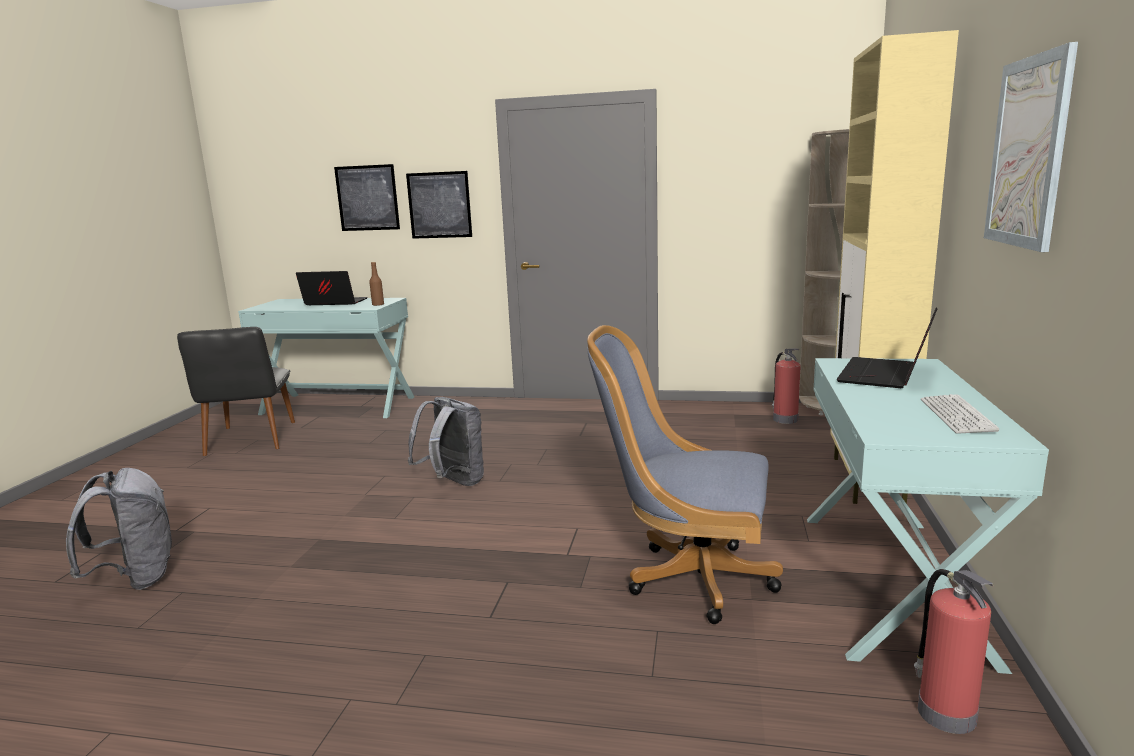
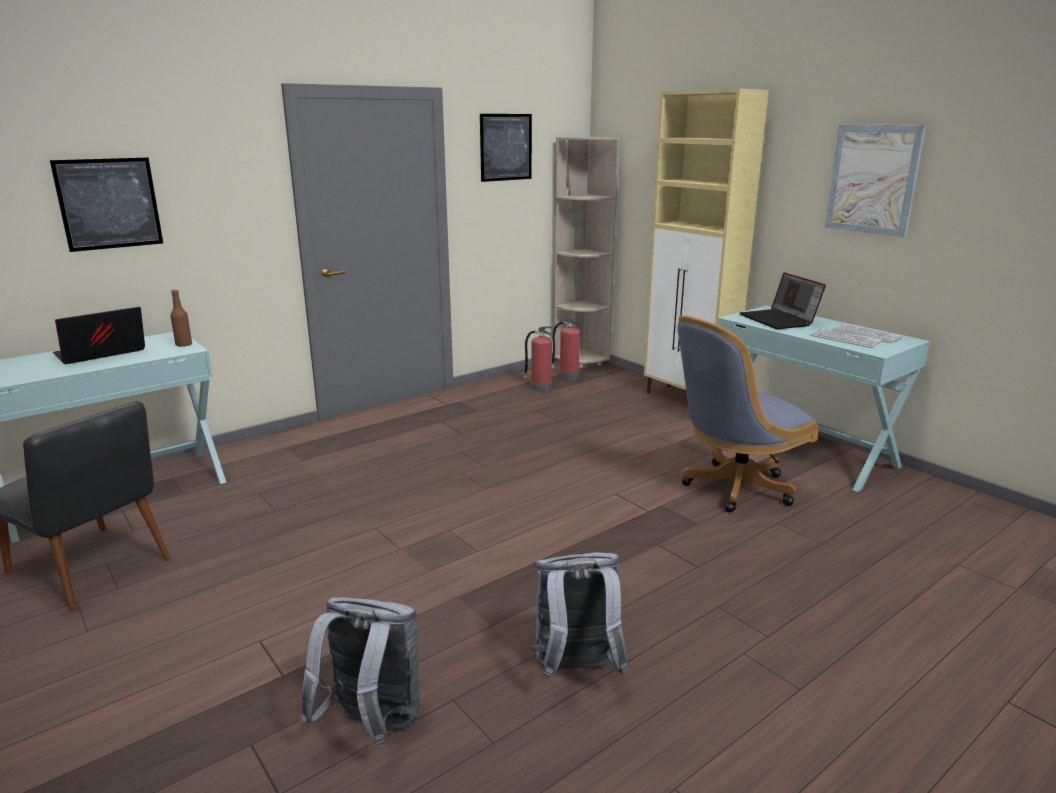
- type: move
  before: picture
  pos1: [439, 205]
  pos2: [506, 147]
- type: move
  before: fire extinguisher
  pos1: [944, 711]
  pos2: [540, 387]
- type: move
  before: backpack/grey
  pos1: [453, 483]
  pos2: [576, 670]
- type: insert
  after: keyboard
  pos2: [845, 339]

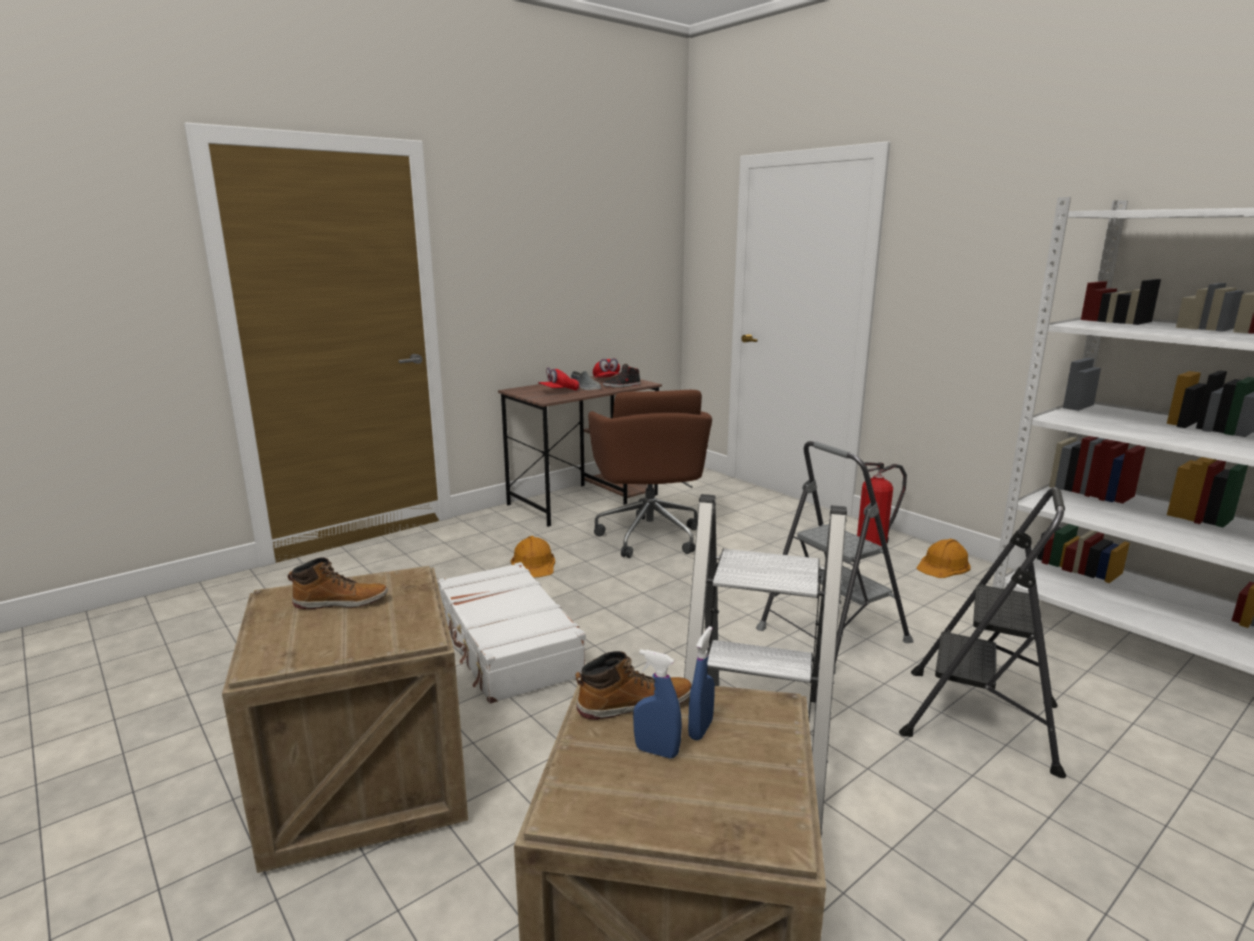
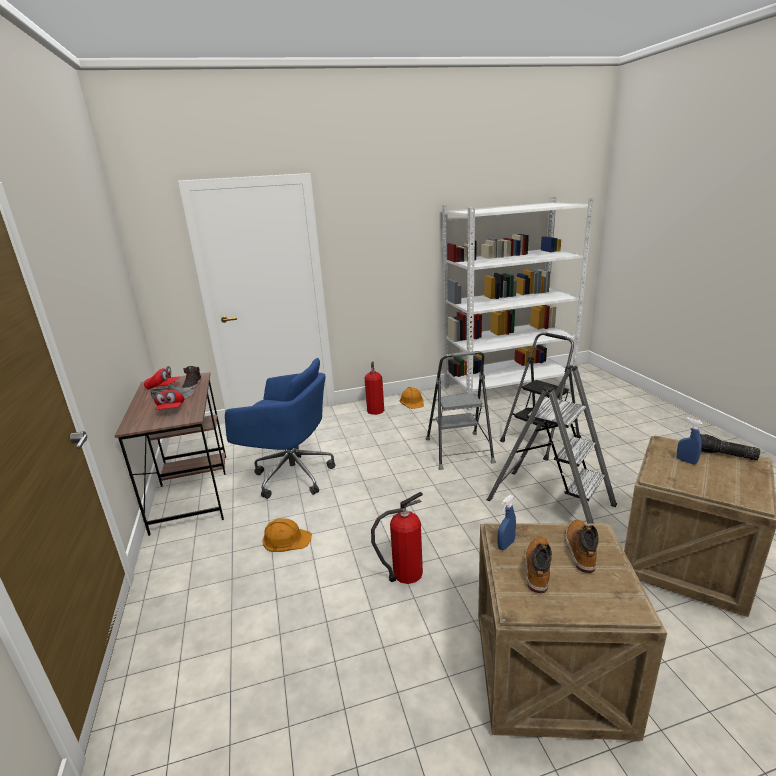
- type: recolor
  before: office chair/brown
  after: office chair/blue
  pos1: [648, 535]
  pos2: [290, 476]
- type: replace
  before: suitcase/white
  after: fire extinguisher
  pos1: [507, 646]
  pos2: [405, 574]
- type: move
  before: spray bottle/blue
  pos1: [656, 751]
  pos2: [506, 545]
- type: move
  before: boot
  pos1: [634, 704]
  pos2: [580, 549]
- type: insert
  after: flashlight
  pos2: [724, 455]

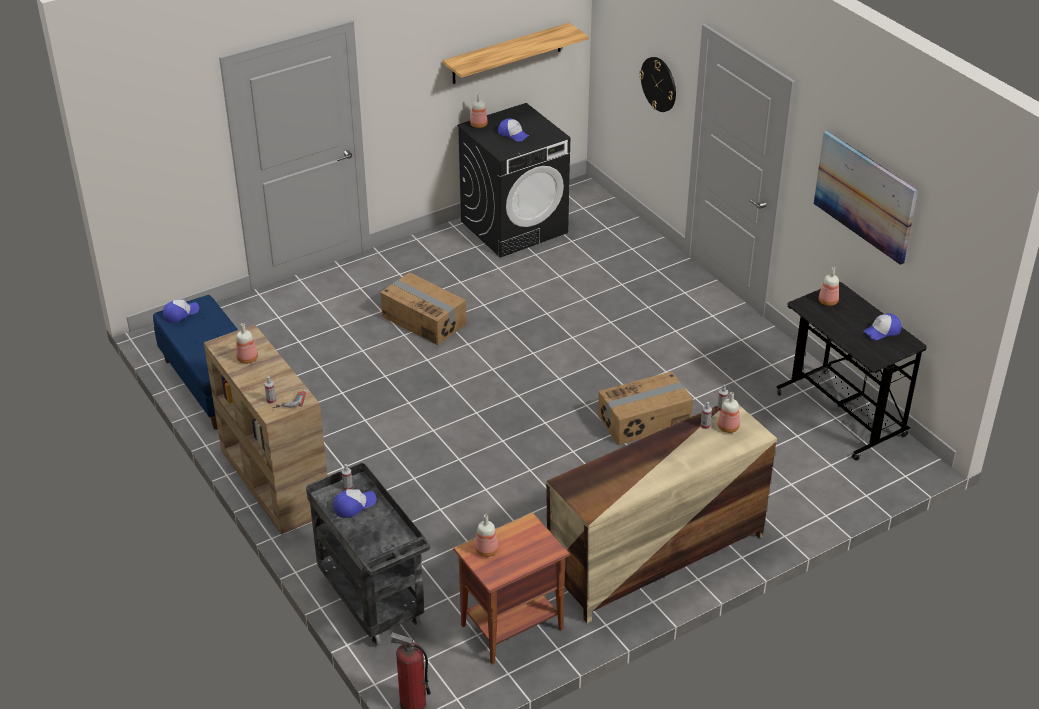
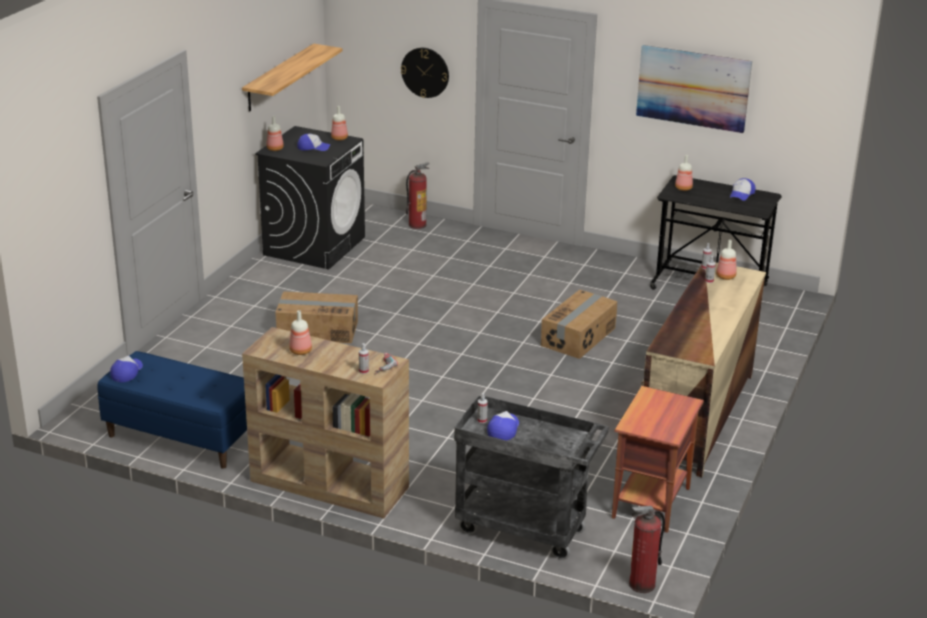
- type: move
  before: bottle
  pos1: [487, 550]
  pos2: [340, 138]
- type: insert
  after: fire extinguisher
  pos2: [417, 225]

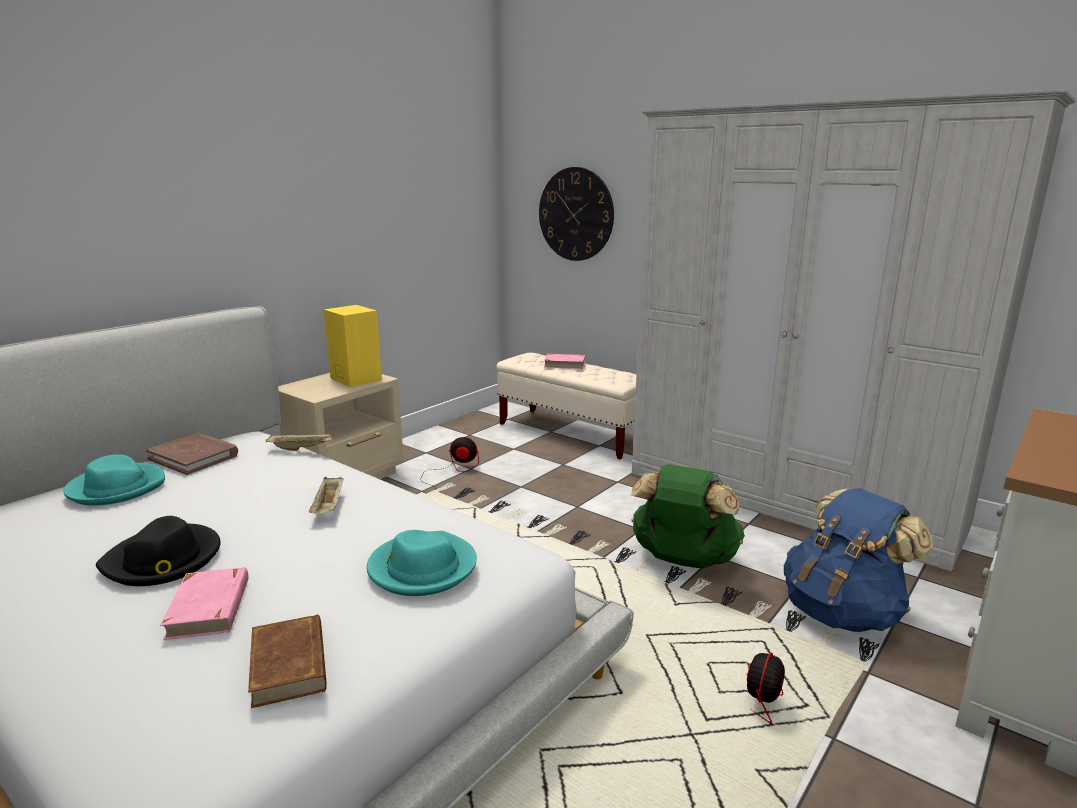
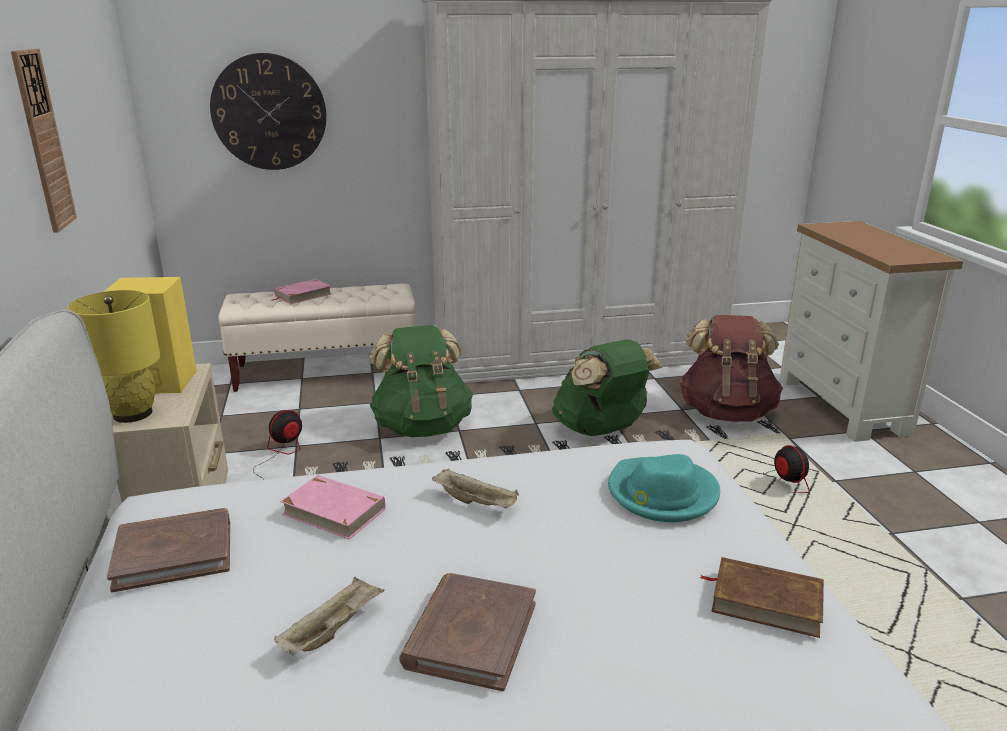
- type: insert
  after: wall clock
  pos2: [43, 141]
- type: insert
  after: table lamp/yellow
  pos2: [132, 414]
- type: move
  before: tray/beige
  pos1: [302, 448]
  pos2: [332, 629]
- type: move
  before: book/pink
  pos1: [210, 608]
  pos2: [334, 511]
- type: insert
  after: backpack/green
  pos2: [422, 426]
- type: replace
  before: hat/black
  after: book/brown
  pos1: [163, 560]
  pos2: [470, 634]
- type: recolor
  before: backpack/blue
  after: backpack/brown
  pos1: [842, 612]
  pos2: [726, 412]
- type: delete
  before: hat/turquoise
  pos1: [117, 487]

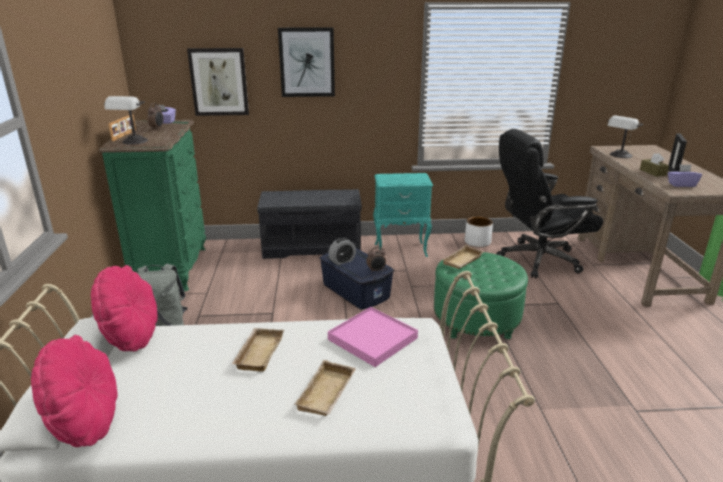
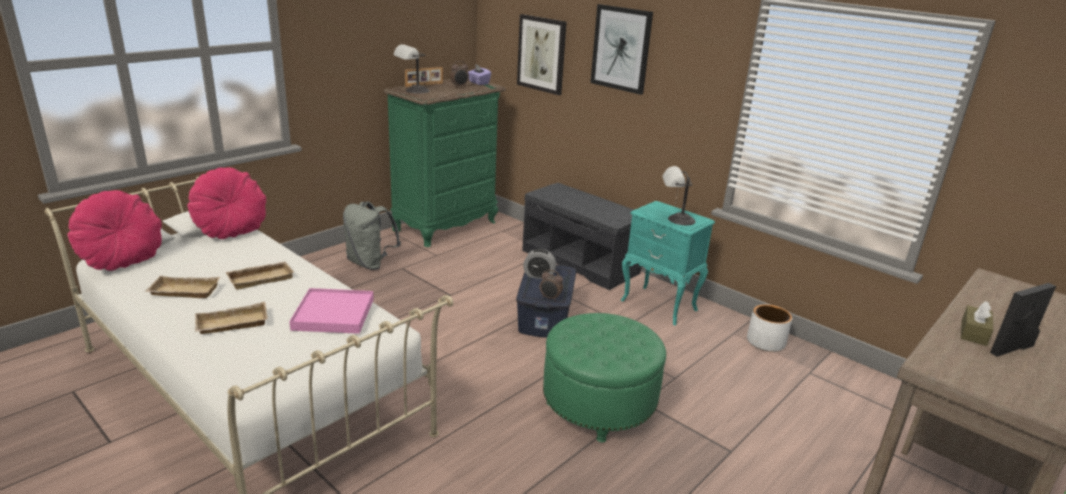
- type: move
  before: tray/beige
  pos1: [463, 261]
  pos2: [182, 292]
- type: move
  before: table lamp
  pos1: [619, 156]
  pos2: [675, 219]
- type: delete
  before: office chair/black
  pos1: [538, 260]
- type: delete
  before: tissue box/purple
  pos1: [681, 184]

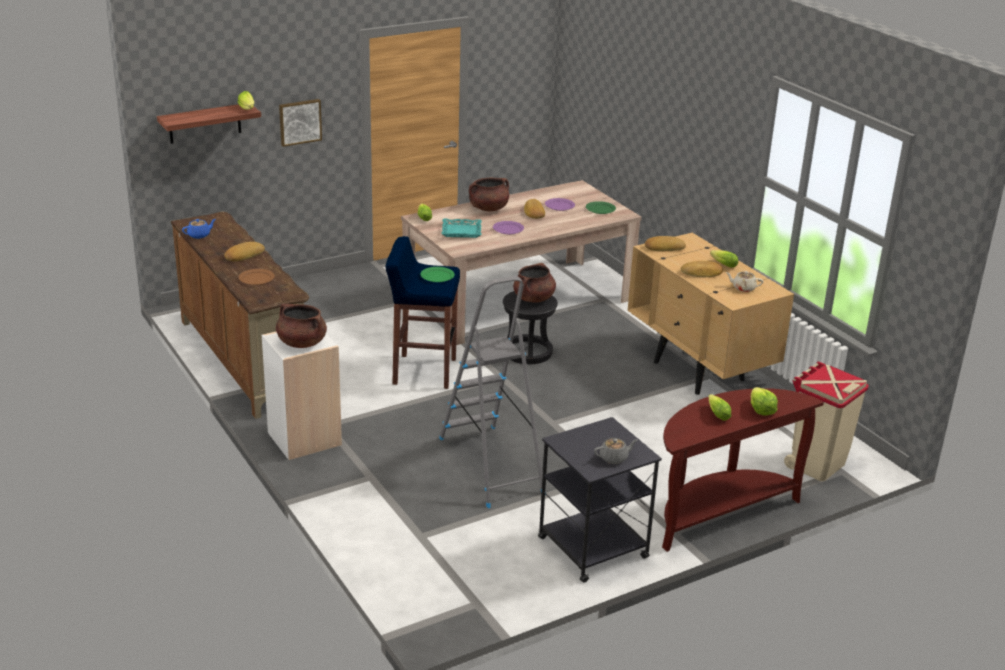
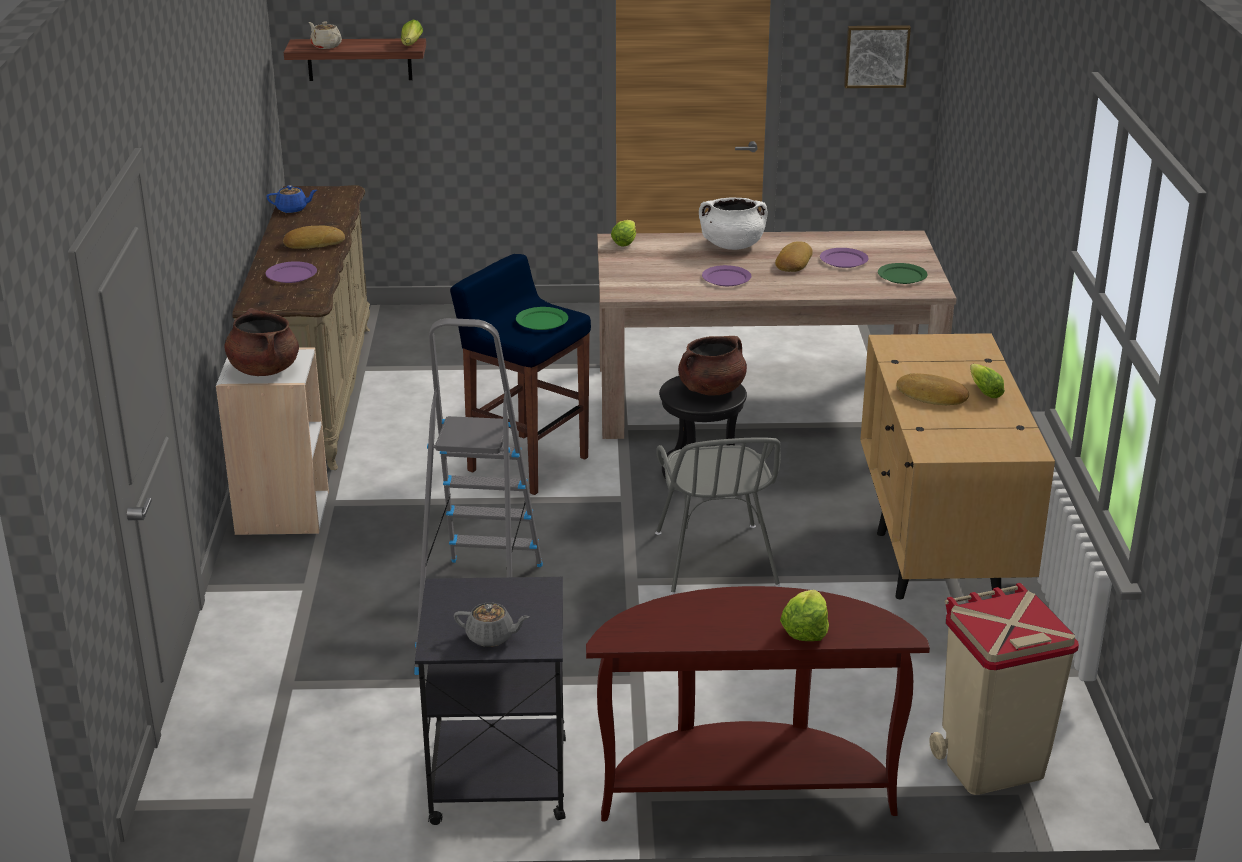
- type: recolor
  before: plate/brown
  after: plate/purple
  pos1: [257, 278]
  pos2: [291, 275]
- type: move
  before: teapot/beige
  pos1: [743, 288]
  pos2: [326, 46]
- type: insert
  after: chair/grey
  pos2: [716, 563]
- type: recolor
  before: cooking pot/brown
  after: cooking pot/white
  pos1: [488, 208]
  pos2: [732, 245]
- type: move
  before: picture
  pos1: [299, 121]
  pos2: [876, 55]
- type: delete
  before: tray/turquoise
  pos1: [461, 231]
- type: delete
  before: bread
  pos1: [664, 247]
- type: delete
  before: lettuce
  pos1: [717, 413]

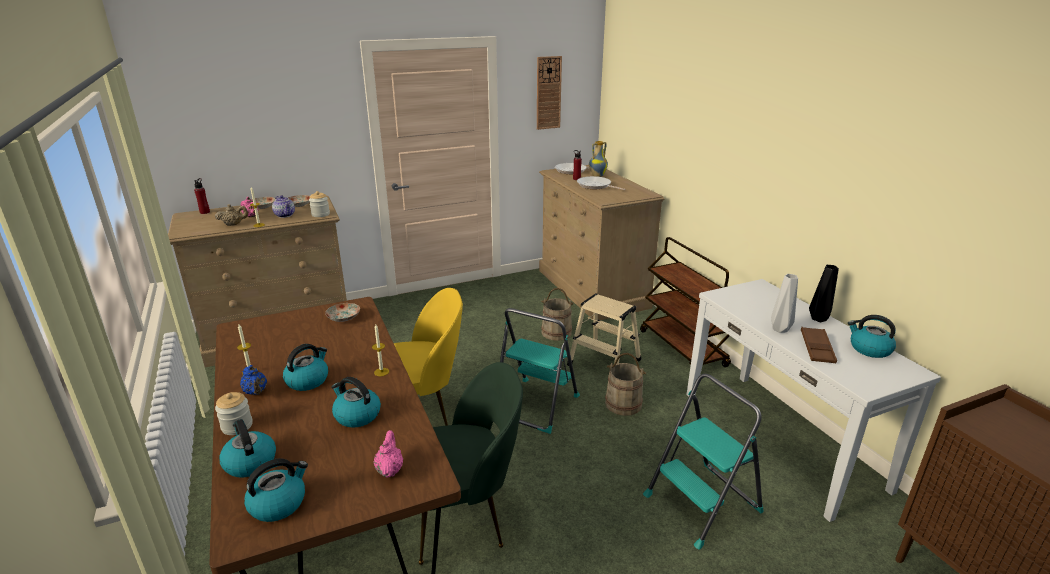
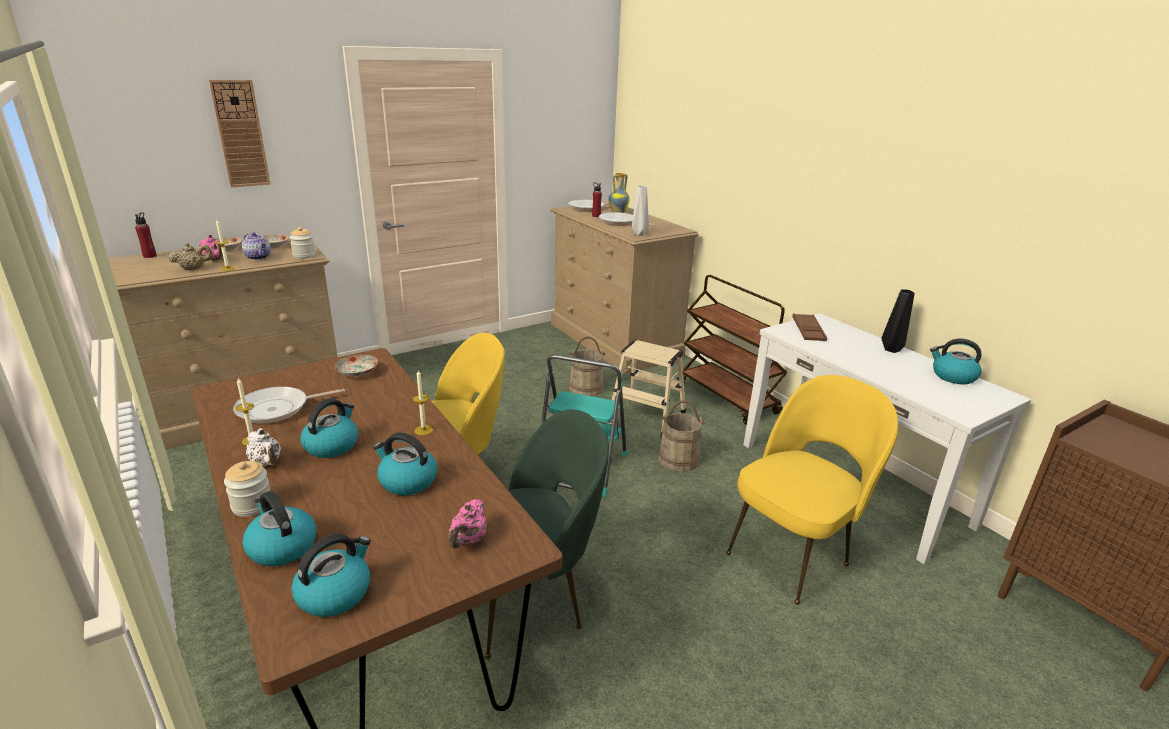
- type: move
  before: wall clock
  pos1: [548, 93]
  pos2: [240, 134]
- type: insert
  after: frying pan
  pos2: [277, 409]
- type: recolor
  before: teapot/blue
  after: teapot/white
  pos1: [256, 392]
  pos2: [267, 463]
- type: rotate
  before: teapot/pink
  pos1: [389, 470]
  pos2: [468, 540]
  turn: -150
- type: move
  before: vase/grey
  pos1: [779, 329]
  pos2: [638, 234]
- type: replace
  before: step ladder/turquoise
  after: chair/yellow
  pos1: [706, 502]
  pos2: [793, 555]
- type: move
  before: tray/brown
  pos1: [817, 348]
  pos2: [808, 331]

